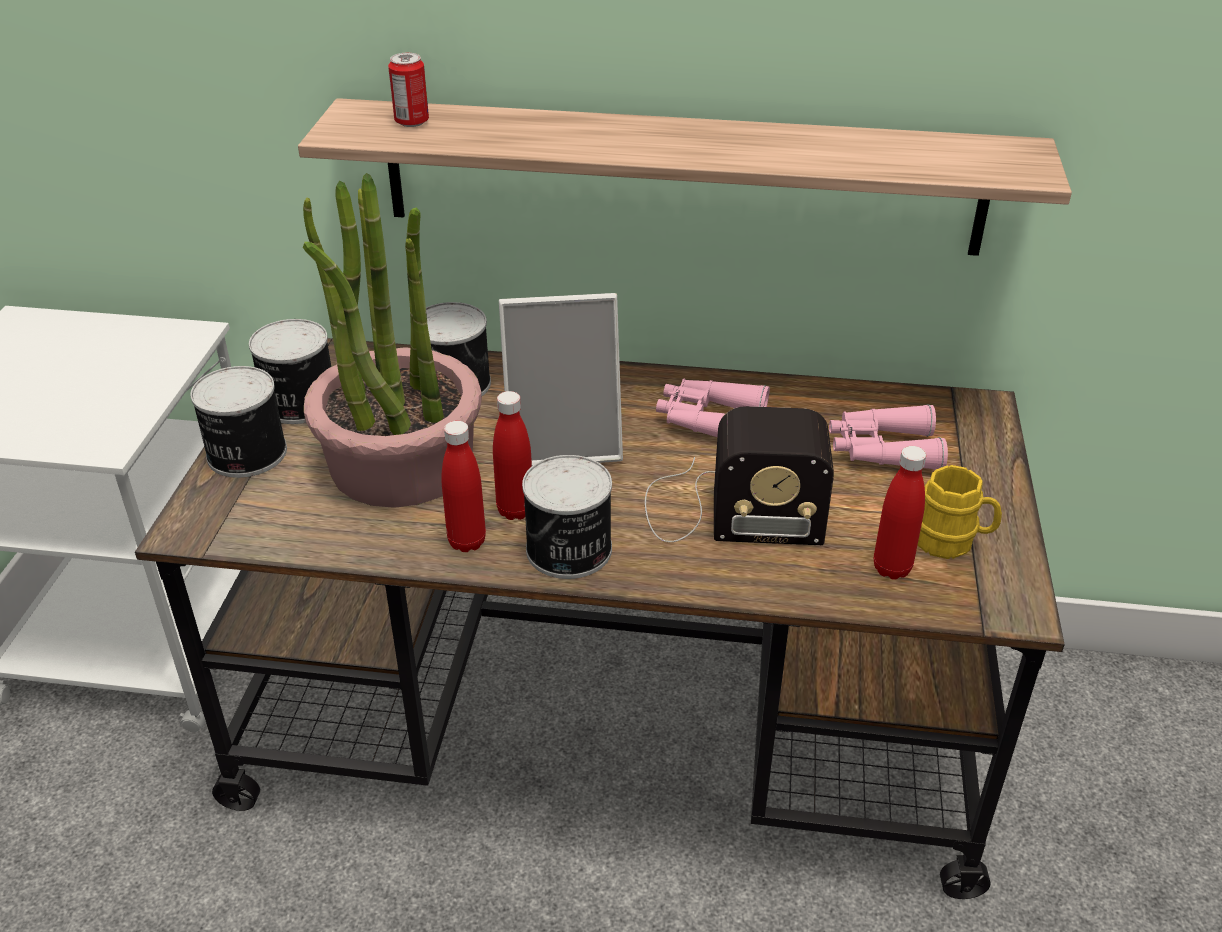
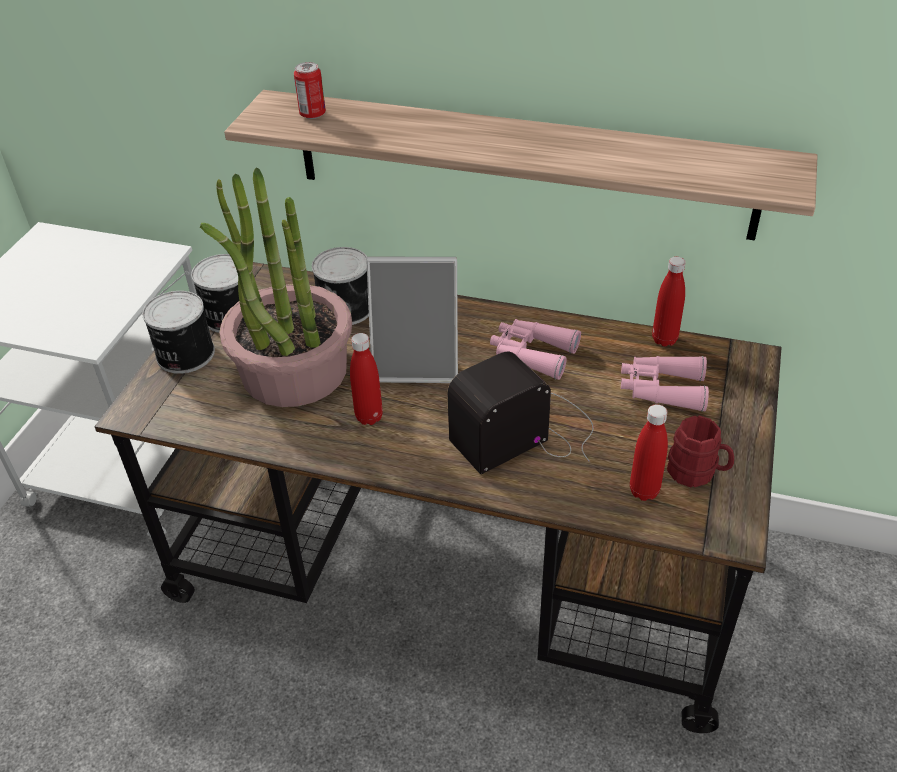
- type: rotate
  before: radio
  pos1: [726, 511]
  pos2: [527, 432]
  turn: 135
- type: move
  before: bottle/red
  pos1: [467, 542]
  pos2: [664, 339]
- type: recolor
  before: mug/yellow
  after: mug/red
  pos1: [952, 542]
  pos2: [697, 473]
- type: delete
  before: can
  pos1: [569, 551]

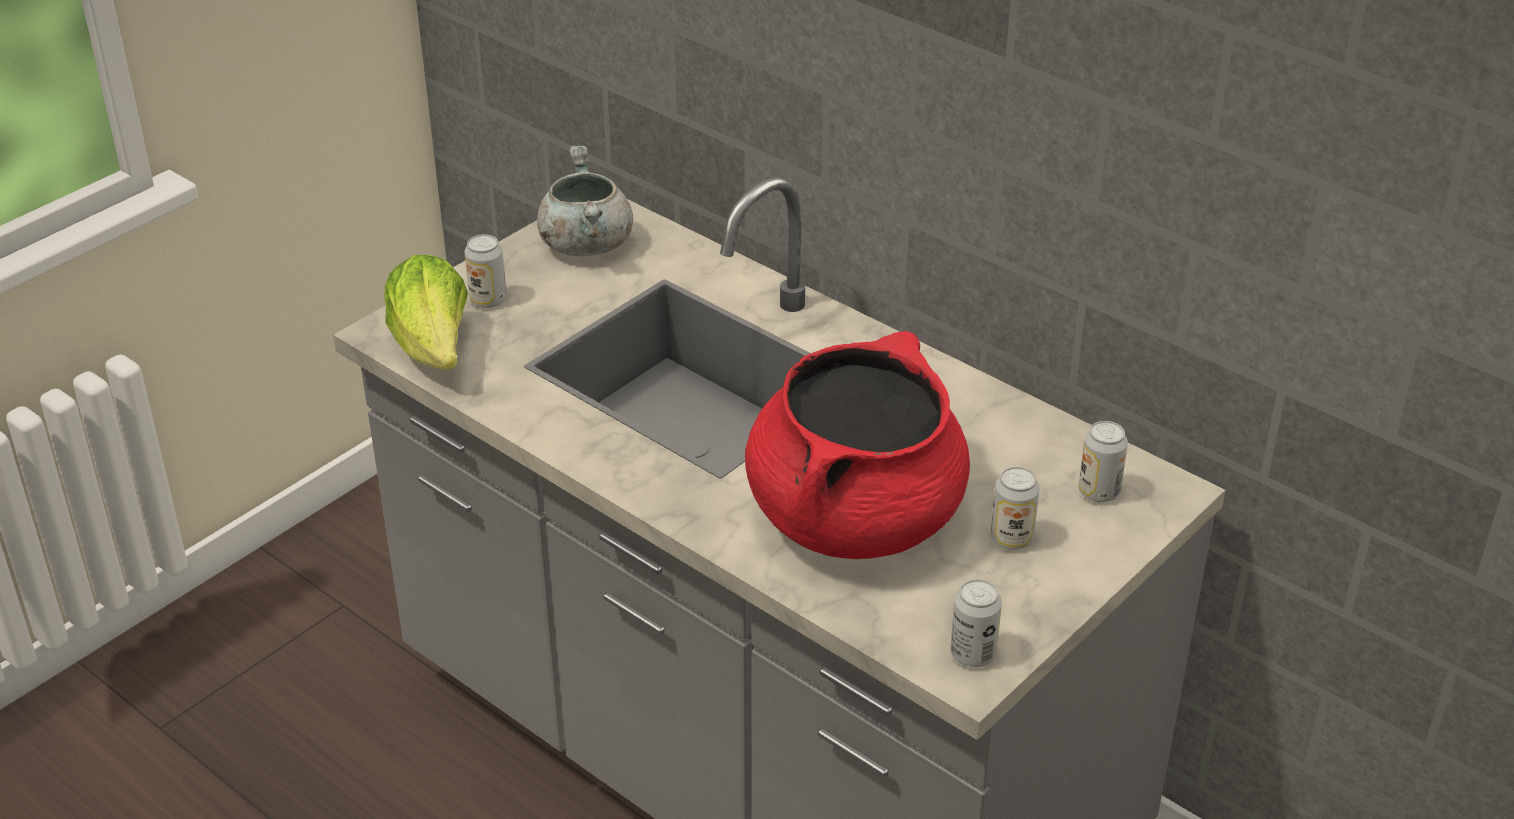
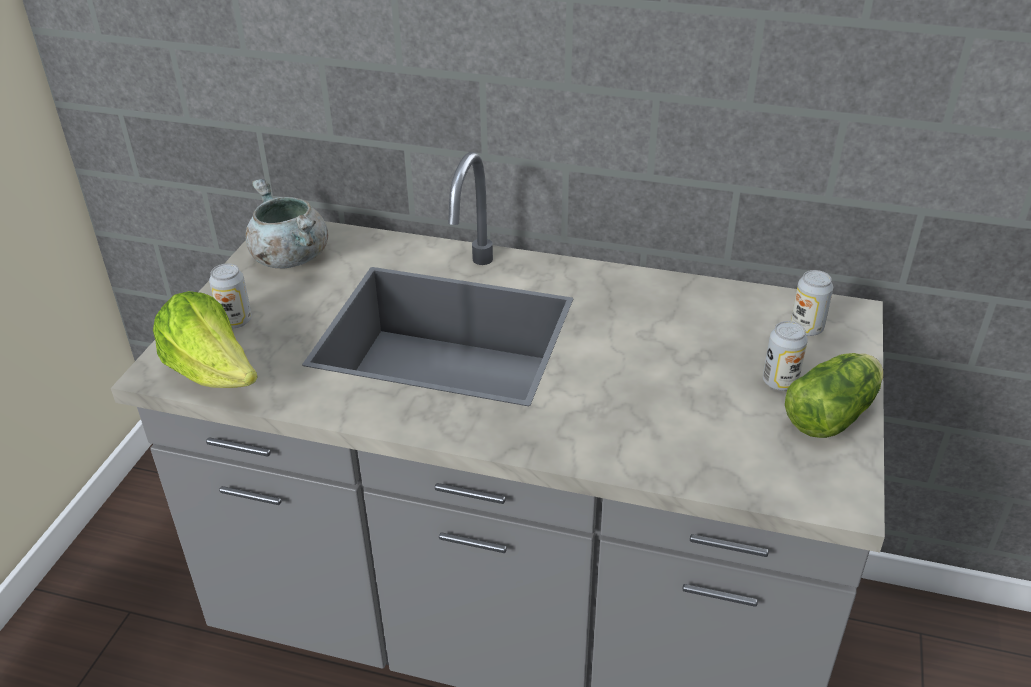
- type: insert
  after: lettuce
  pos2: [834, 413]
- type: delete
  before: cooking pot/red
  pos1: [855, 518]
- type: delete
  before: can
  pos1: [973, 654]

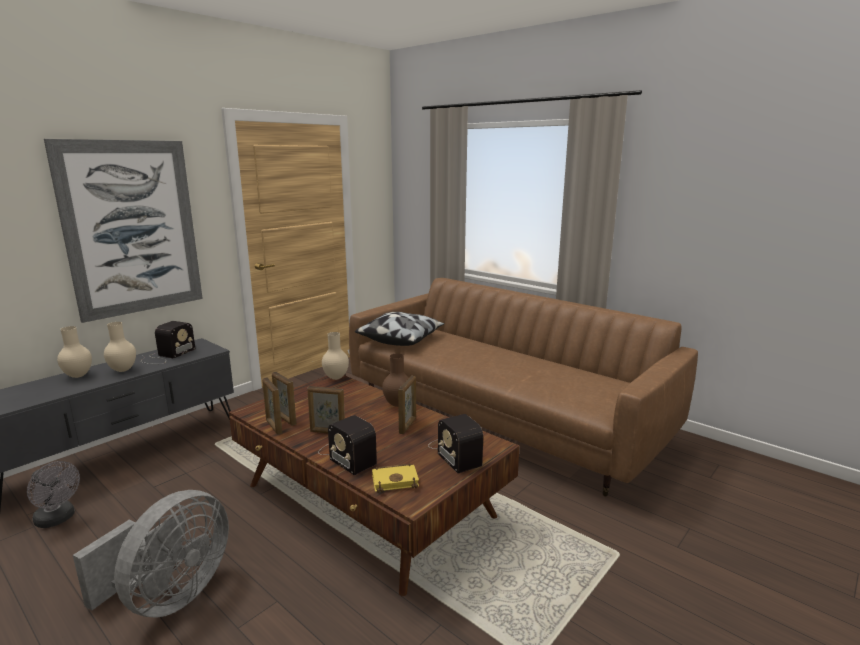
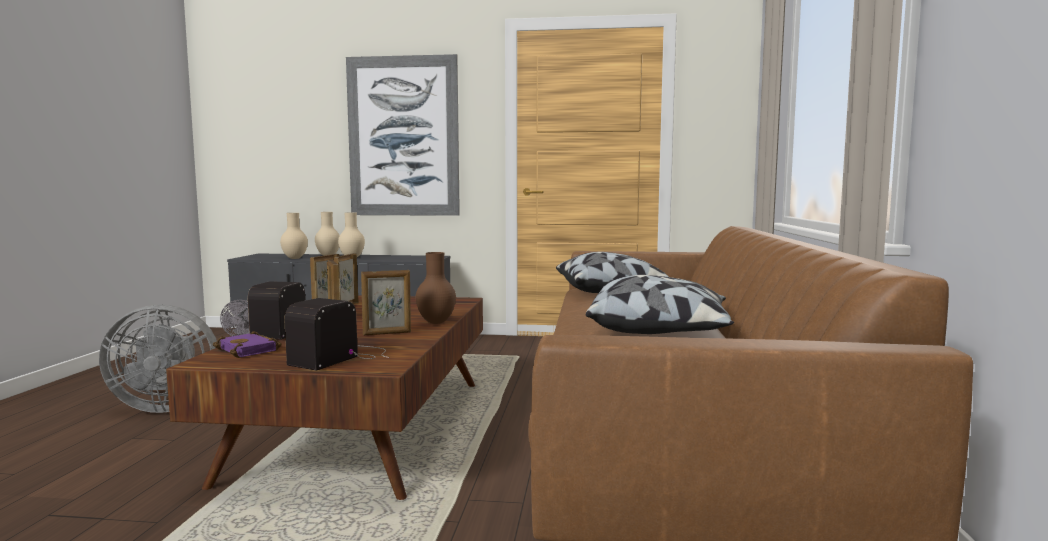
- type: recolor
  before: book/yellow
  after: book/purple
  pos1: [396, 480]
  pos2: [250, 350]
- type: move
  before: vase/beige
  pos1: [336, 377]
  pos2: [295, 258]
- type: insert
  after: pillow
  pos2: [659, 331]
- type: delete
  before: radio
  pos1: [166, 355]

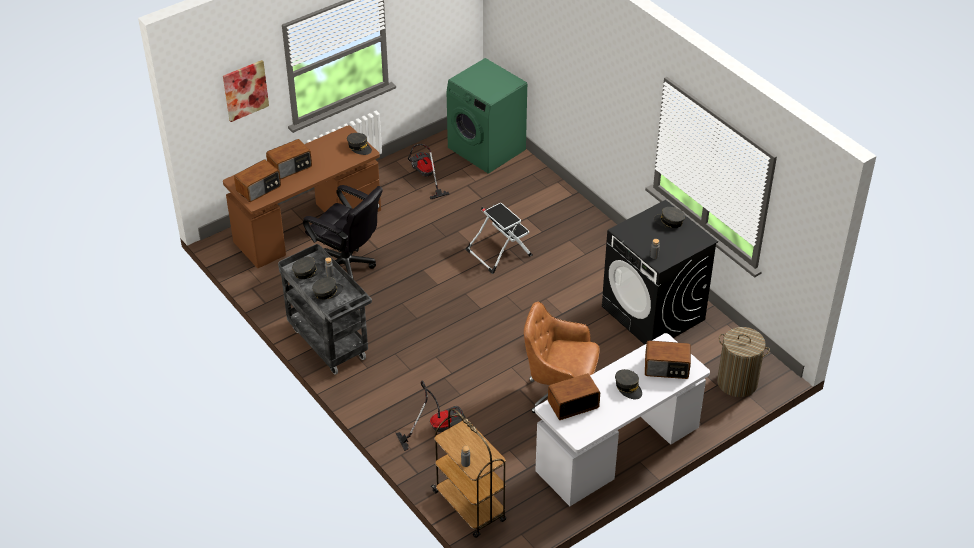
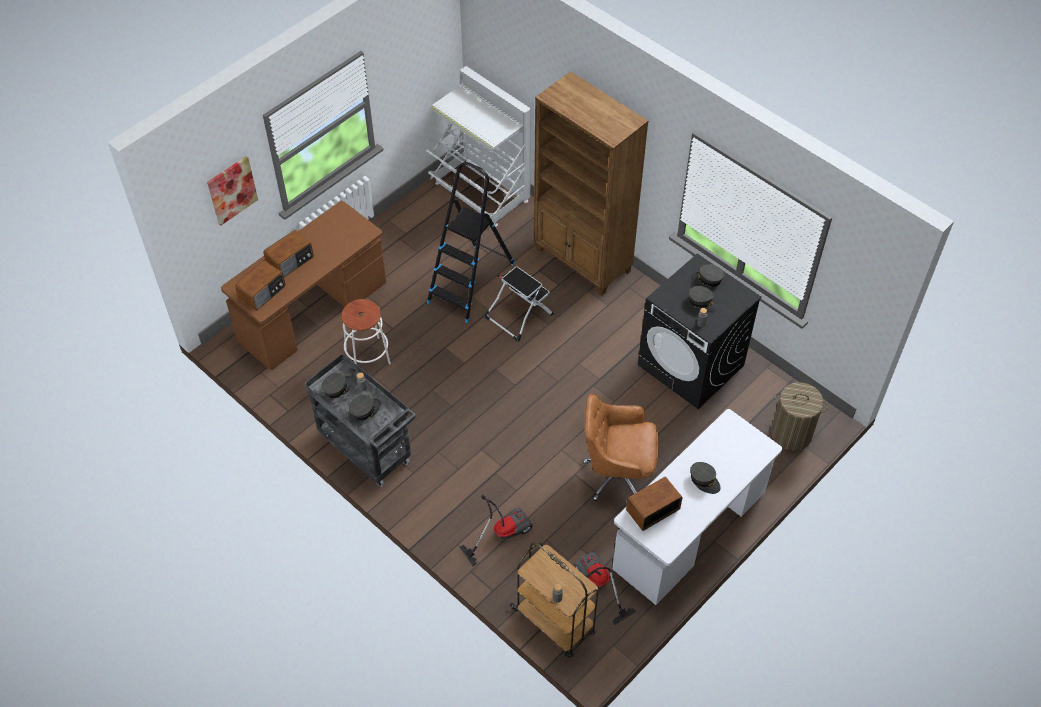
- type: replace
  before: office chair/black
  after: stool/white
  pos1: [349, 268]
  pos2: [367, 356]
- type: replace
  before: washing machine/green
  after: shoe rack/white
  pos1: [485, 149]
  pos2: [479, 194]
- type: insert
  after: step ladder/black
  pos2: [471, 283]
- type: insert
  after: bookcase/brown
  pos2: [582, 261]
- type: move
  before: vacuum cleaner
  pos1: [425, 176]
  pos2: [597, 585]
- type: move
  before: cap/grey
  pos1: [359, 147]
  pos2: [702, 302]
- type: delete
  before: radio
  pos1: [666, 368]

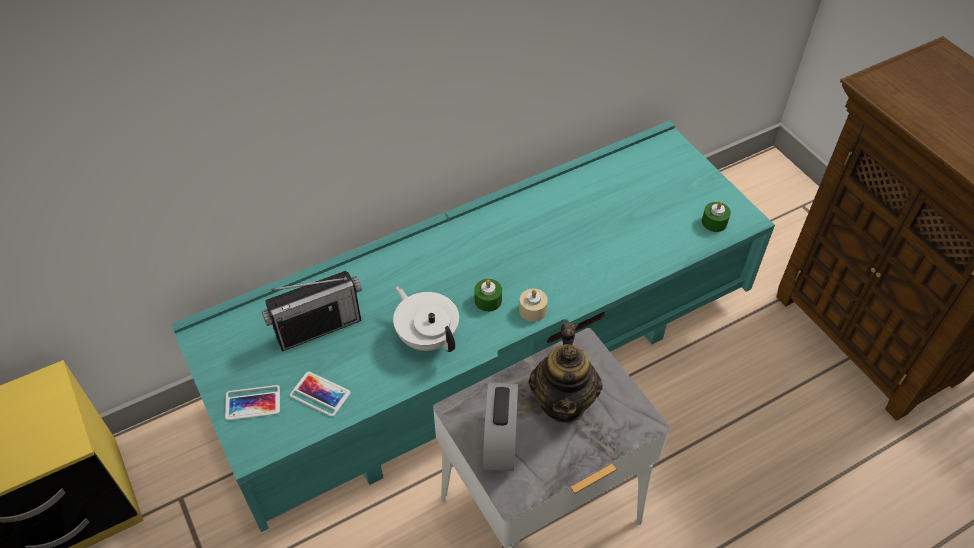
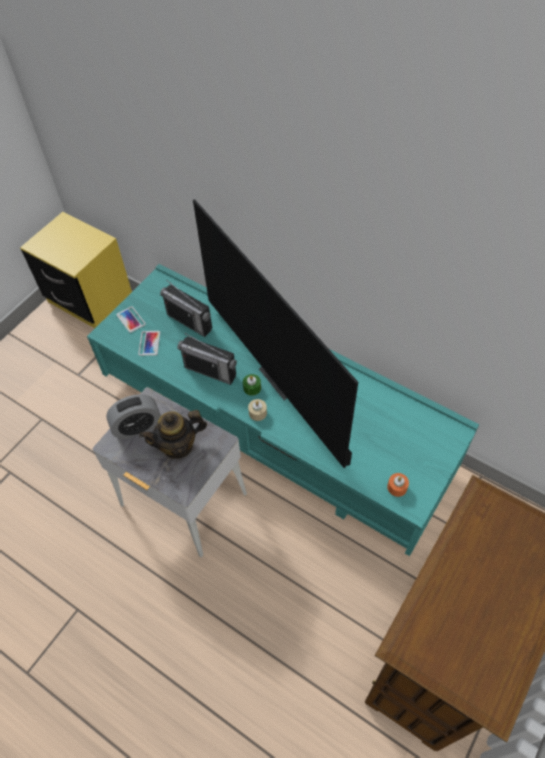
- type: replace
  before: teapot/white
  after: radio
  pos1: [427, 336]
  pos2: [210, 371]
- type: insert
  after: television
  pos2: [284, 377]
- type: recolor
  before: candle/green
  after: candle/orange
  pos1: [714, 222]
  pos2: [397, 487]

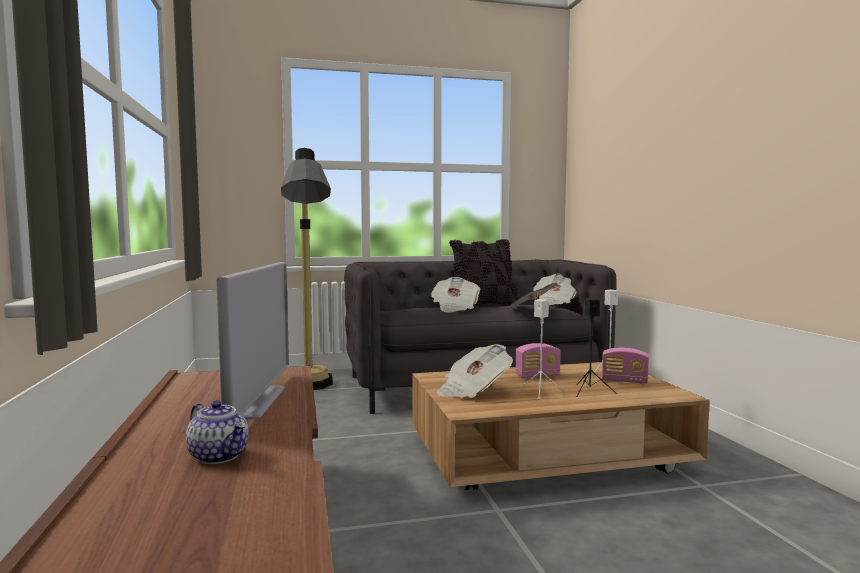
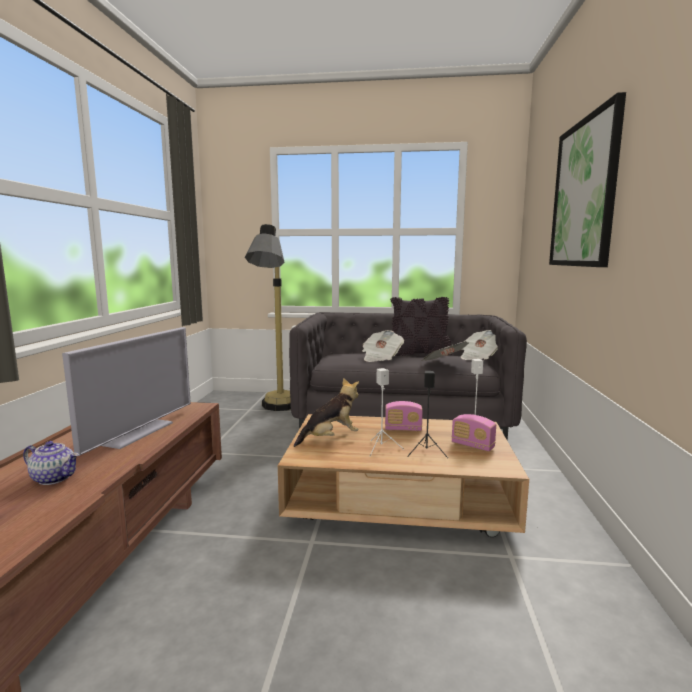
- type: rotate
  before: teapot
  pos1: [219, 456]
  pos2: [55, 478]
  turn: -45
- type: replace
  before: newspaper
  after: plush toy
  pos1: [473, 391]
  pos2: [330, 438]
- type: insert
  after: picture
  pos2: [584, 193]

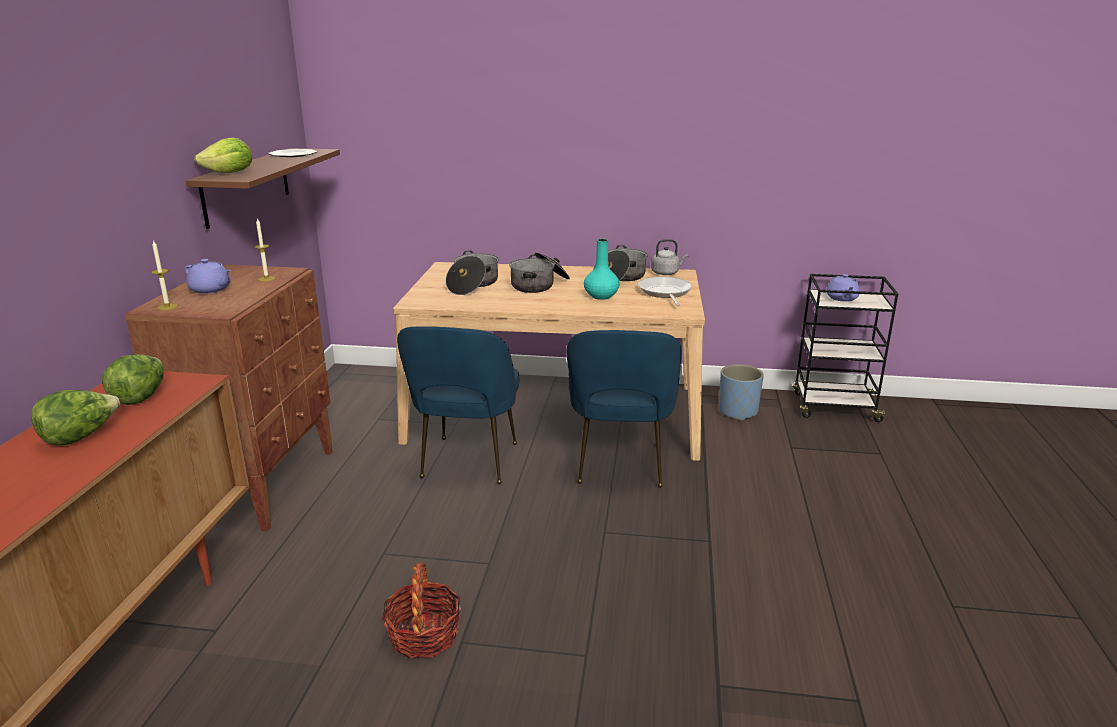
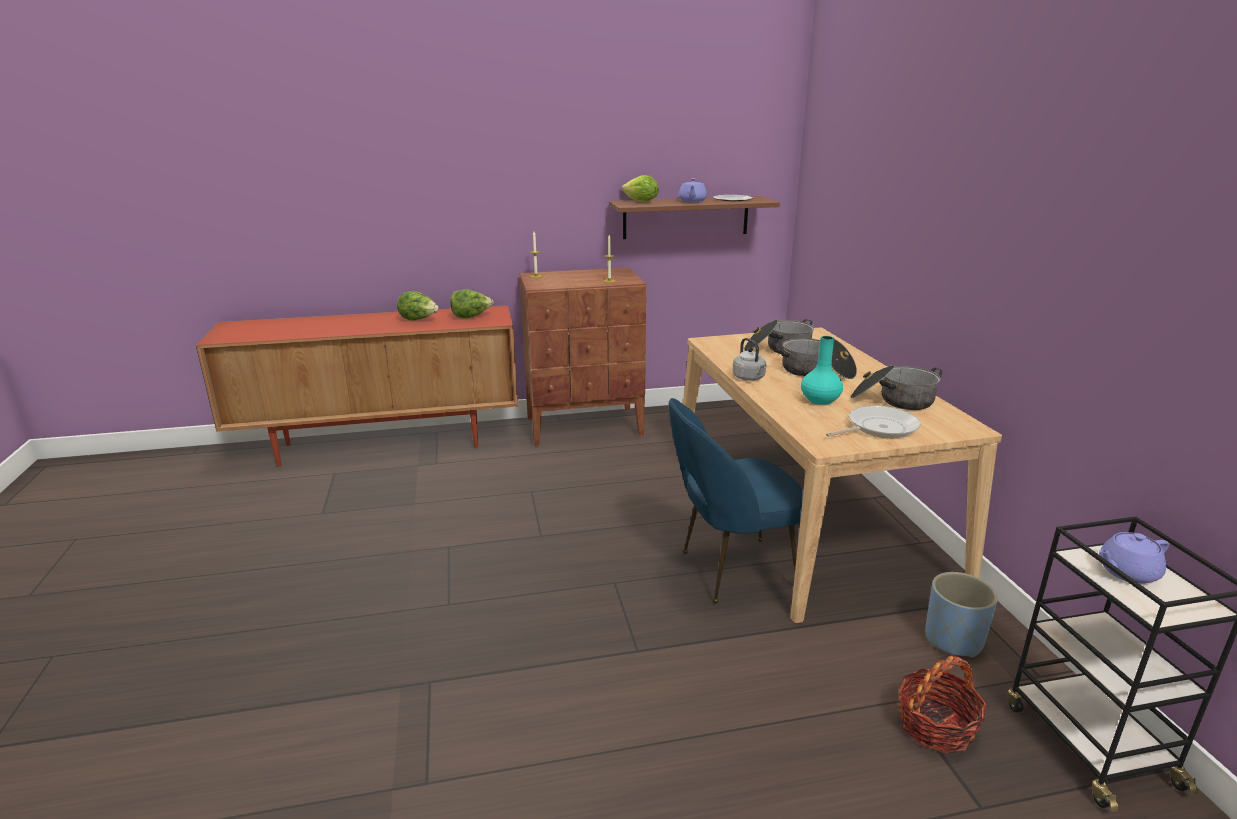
- type: move
  before: teapot/purple
  pos1: [211, 290]
  pos2: [692, 201]
- type: move
  before: kettle/grey
  pos1: [666, 273]
  pos2: [749, 378]
- type: move
  before: basket
  pos1: [424, 635]
  pos2: [935, 726]
- type: delete
  before: chair/blue
  pos1: [467, 465]

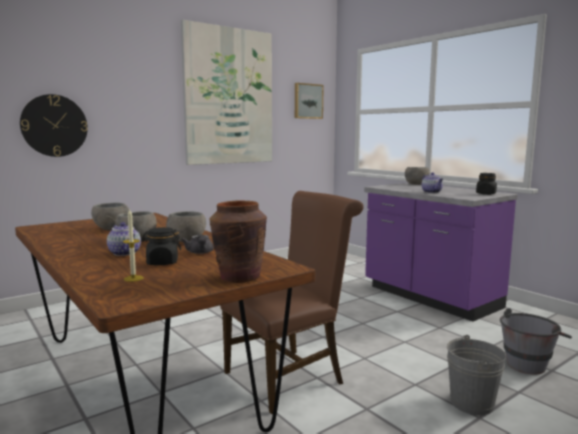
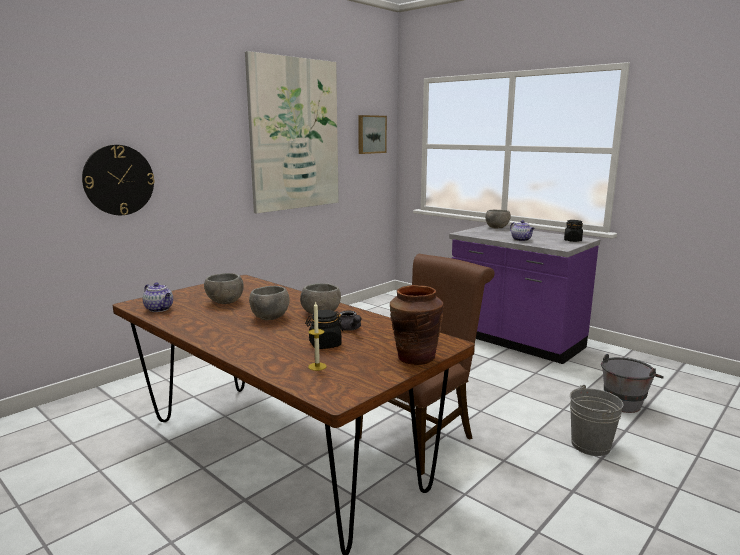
- type: move
  before: teapot
  pos1: [125, 253]
  pos2: [160, 309]

